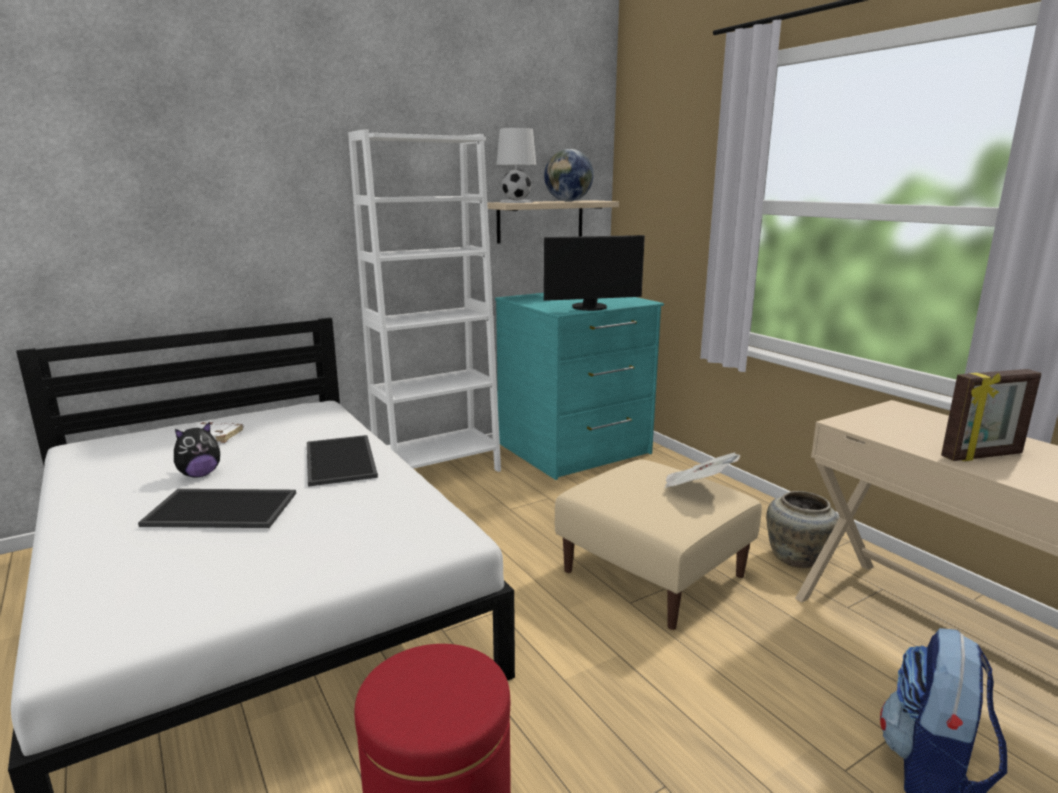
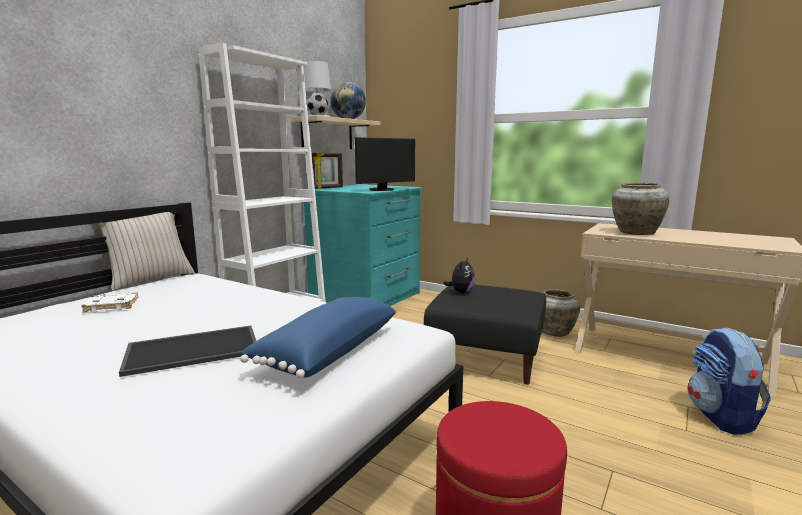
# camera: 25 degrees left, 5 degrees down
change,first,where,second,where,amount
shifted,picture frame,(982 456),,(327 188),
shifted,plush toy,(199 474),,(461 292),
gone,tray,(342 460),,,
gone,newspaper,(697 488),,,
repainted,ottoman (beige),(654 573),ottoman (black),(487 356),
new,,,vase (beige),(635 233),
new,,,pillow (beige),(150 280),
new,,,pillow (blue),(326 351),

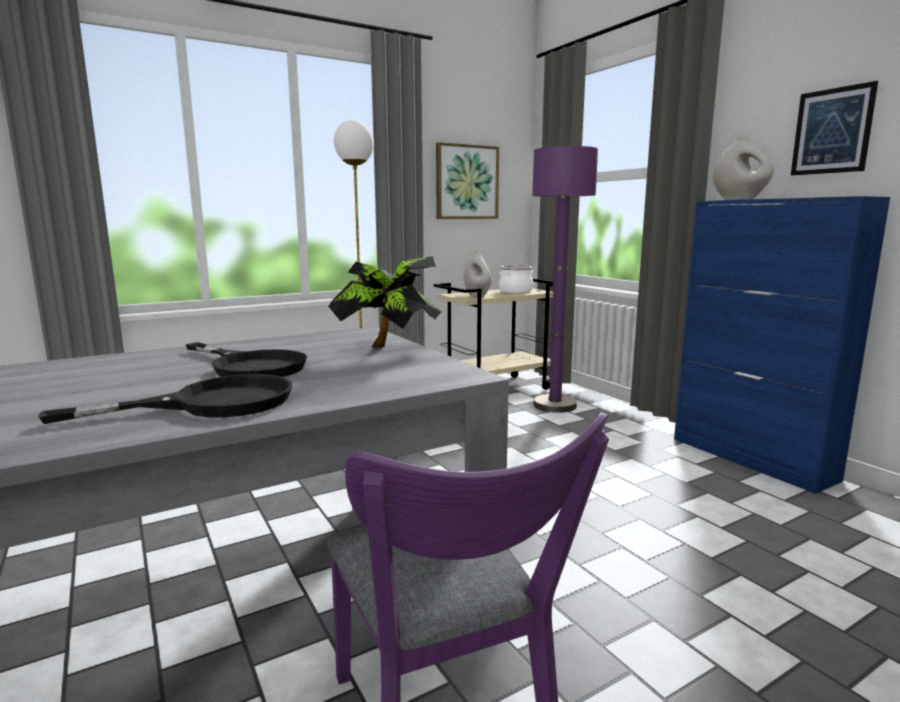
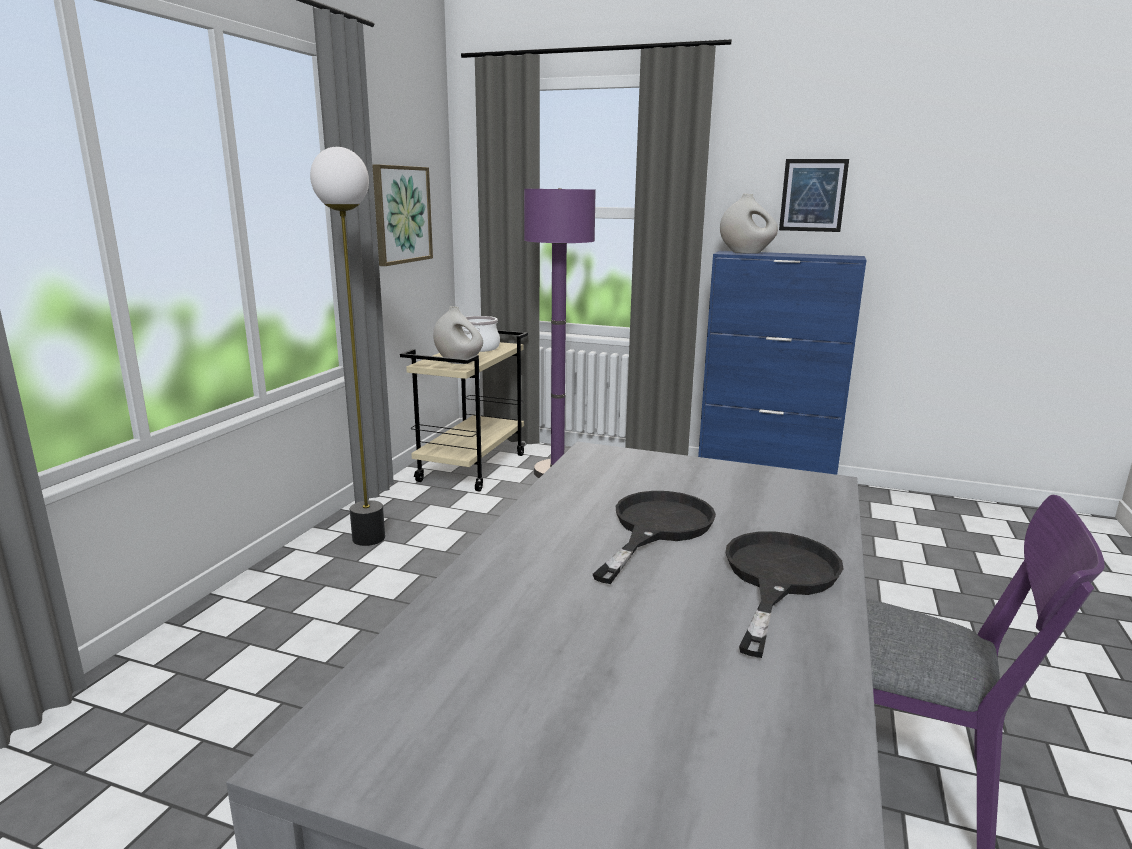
# camera: 40 degrees left, 5 degrees up
change,first,where,second,where,amount
gone,potted plant,(388 348),,,
rotated,frying pan (black),(250 366),,(656 528),60 degrees counterclockwise

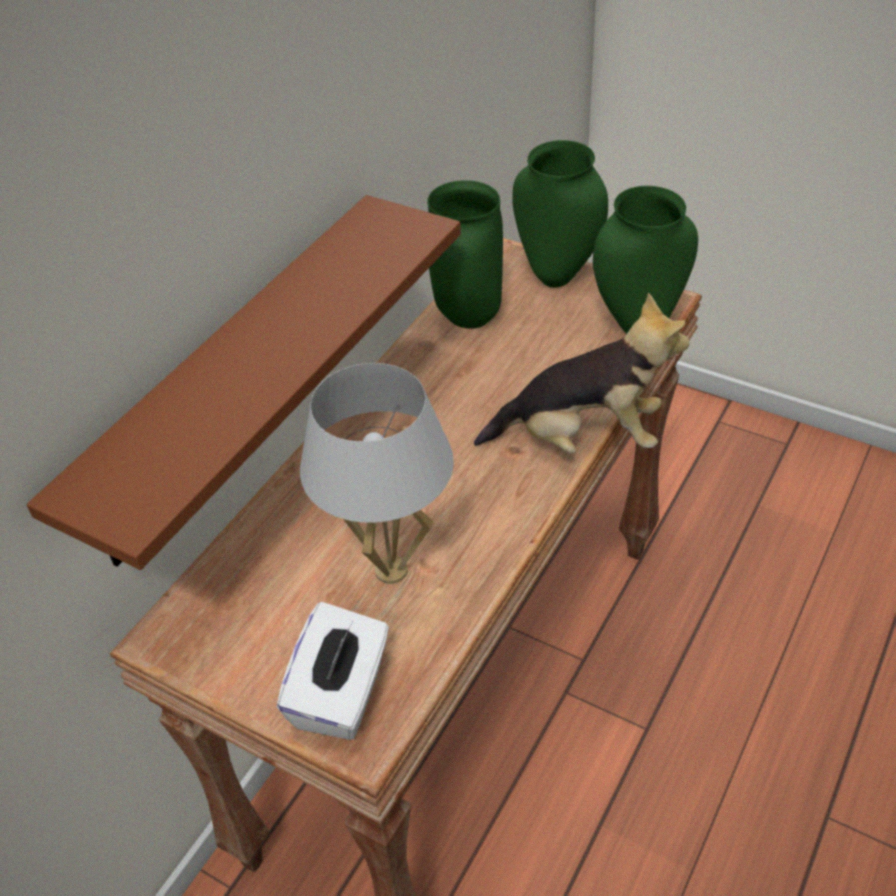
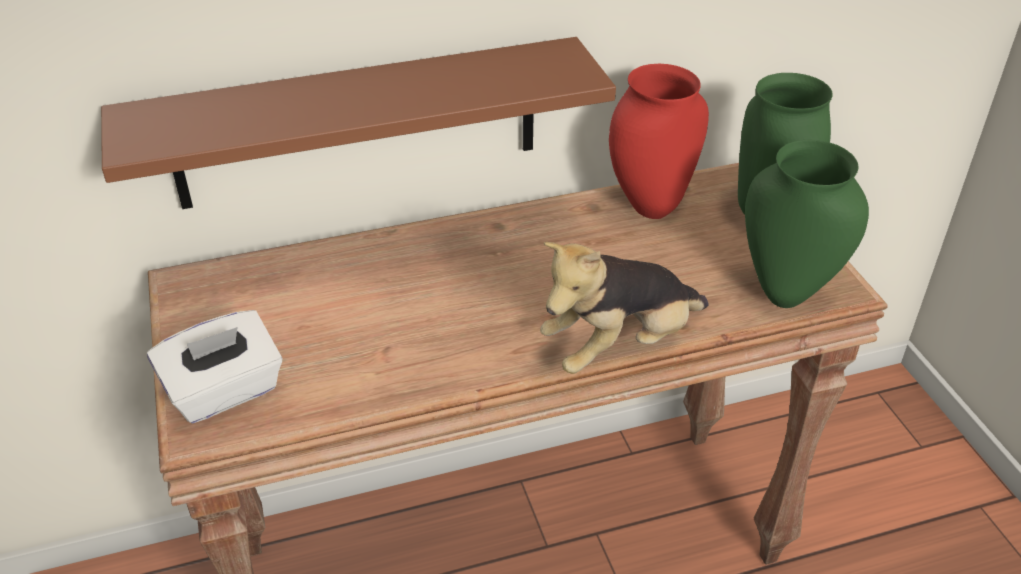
# camera: 40 degrees right, 5 degrees down
change,first,where,second,where,amount
repainted,vase (green),(466 318),vase (red),(649 206),
rotated,plush toy,(583 438),,(619 346),105 degrees clockwise
gone,table lamp (white),(391 571),,,

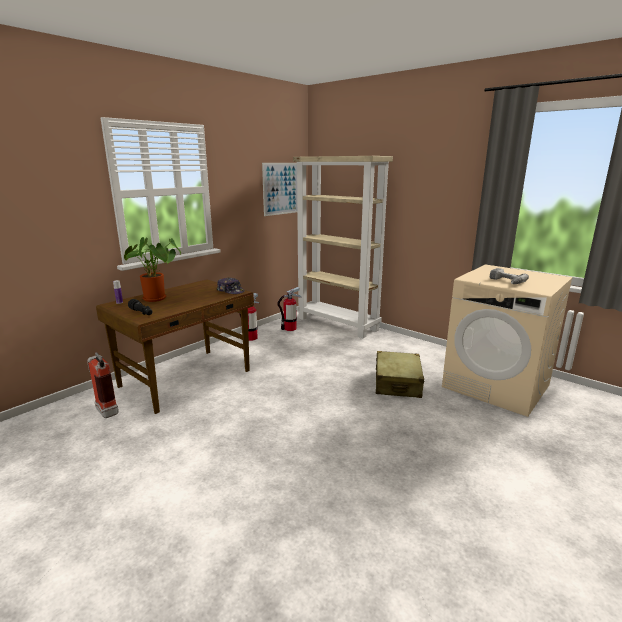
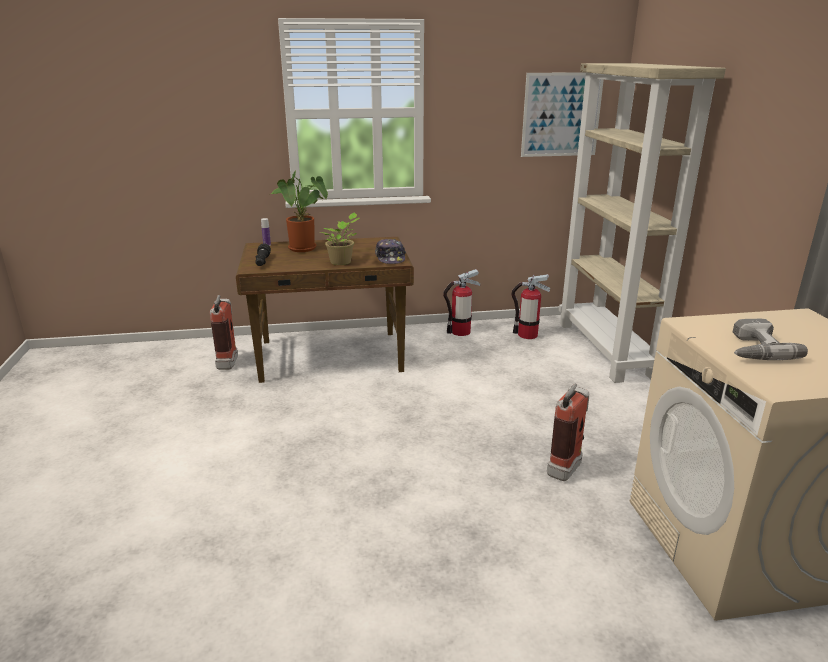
# camera: 40 degrees right, 5 degrees up
change,first,where,second,where,amount
swapped,suitcase (beige),(397 383),fire extinguisher,(567 466),
new,,,potted plant,(342 262),

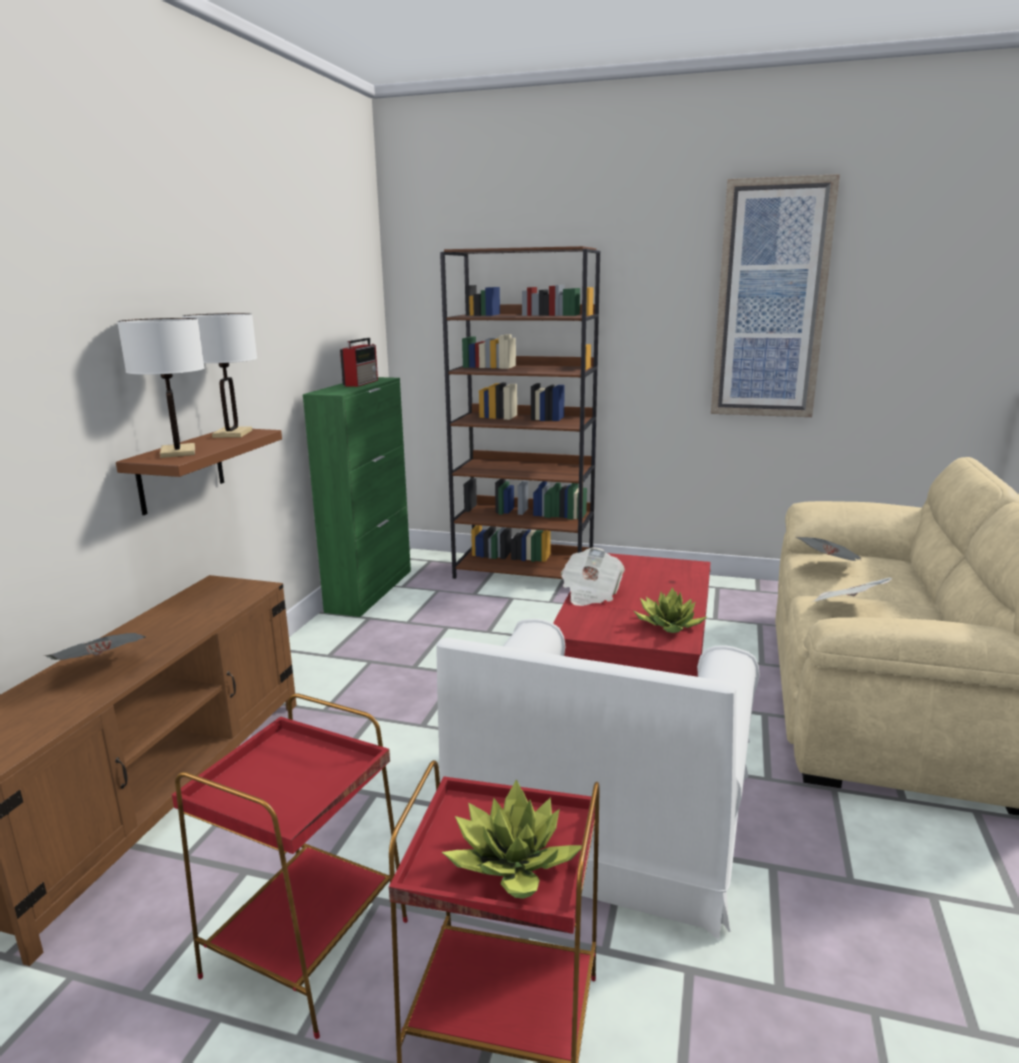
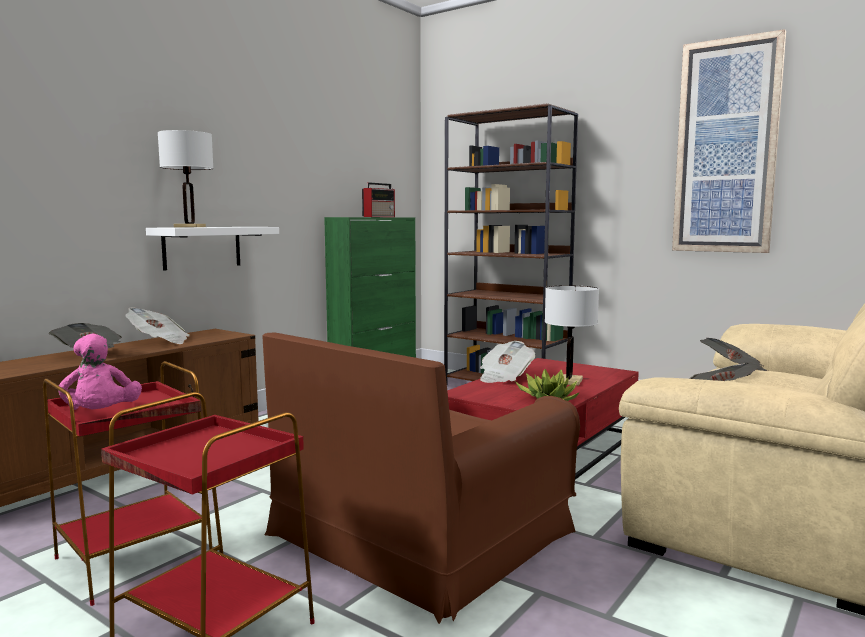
# camera: 20 degrees right, 10 degrees down
change,first,where,second,where,amount
shifted,table lamp (white),(232 434),,(569 381),
repainted,shelf (brown),(181 470),shelf (white),(202 247),
repainted,armchair (white),(601 817),armchair (brown),(419 533),
gone,potted plant,(513 864),,,
new,,,newspaper,(159 341),
new,,,plush toy (pink),(101 416),

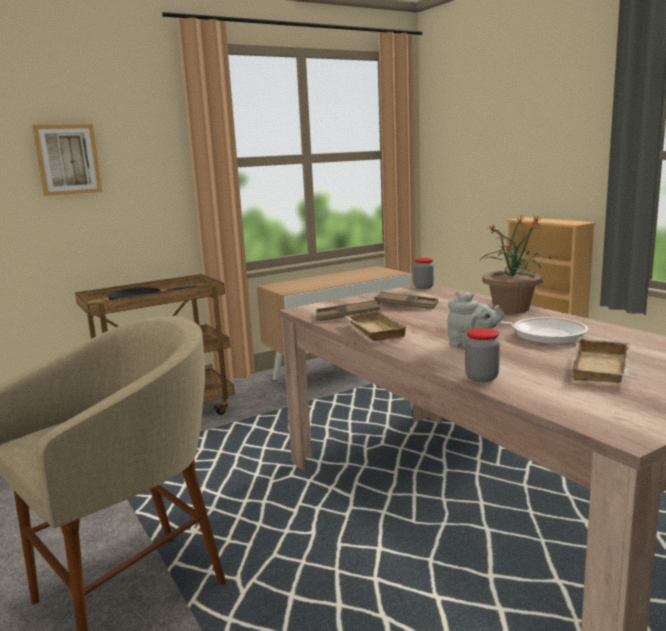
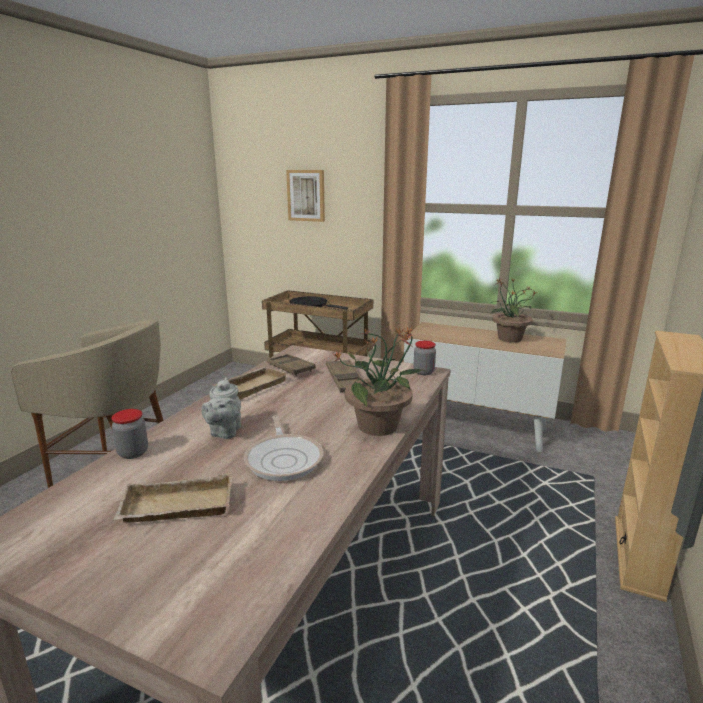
# camera: 55 degrees right, 5 degrees up
change,first,where,second,where,amount
new,,,potted plant,(509 339),

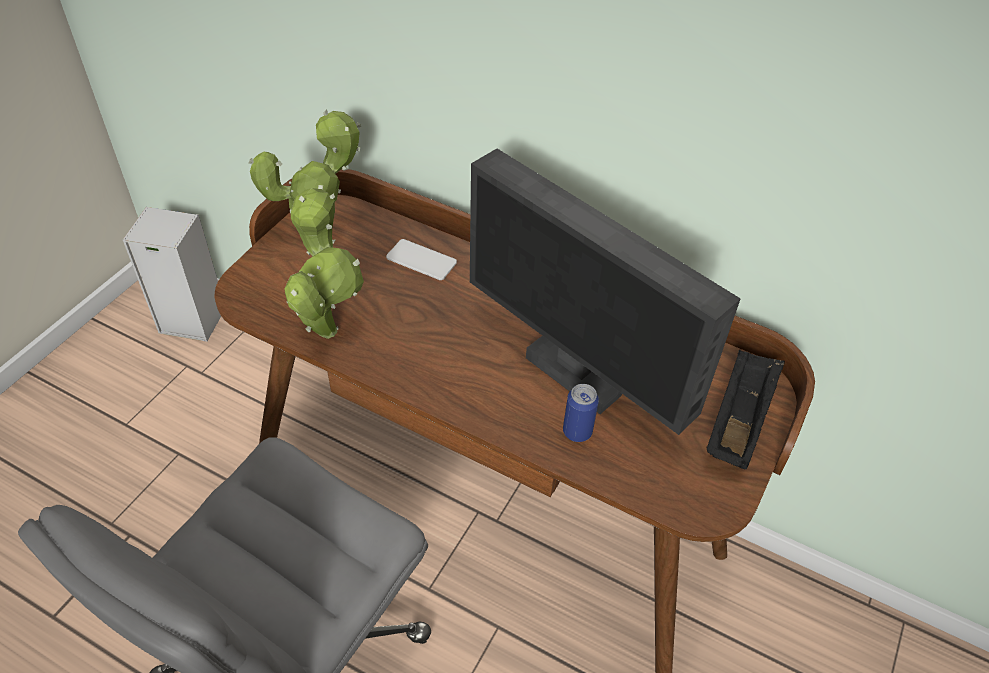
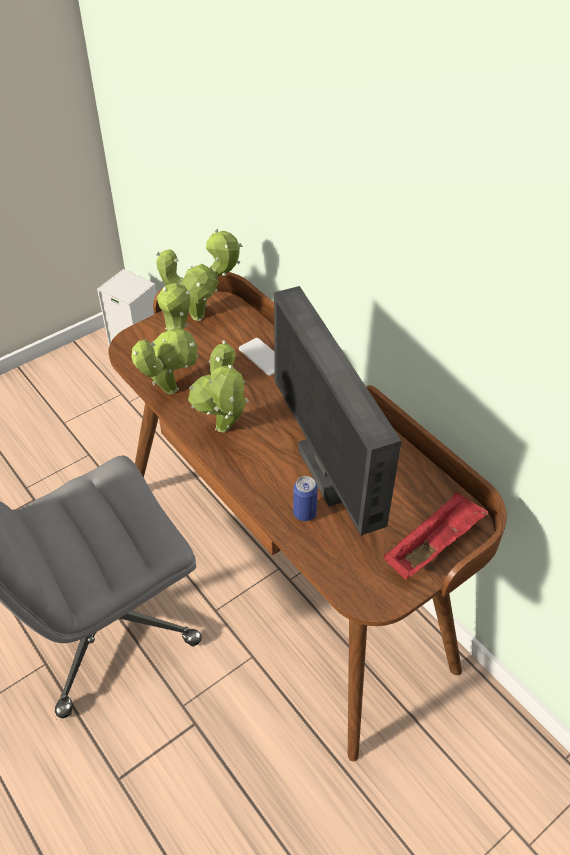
# camera: 25 degrees right, 0 degrees up
change,first,where,second,where,amount
repainted,tray (black),(738 420),tray (red),(433 545),
new,,,potted plant,(224 431),

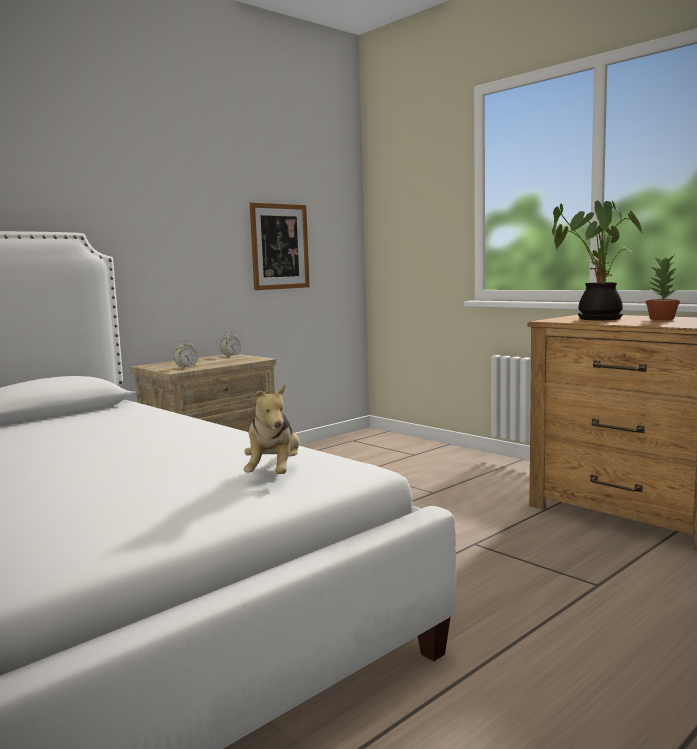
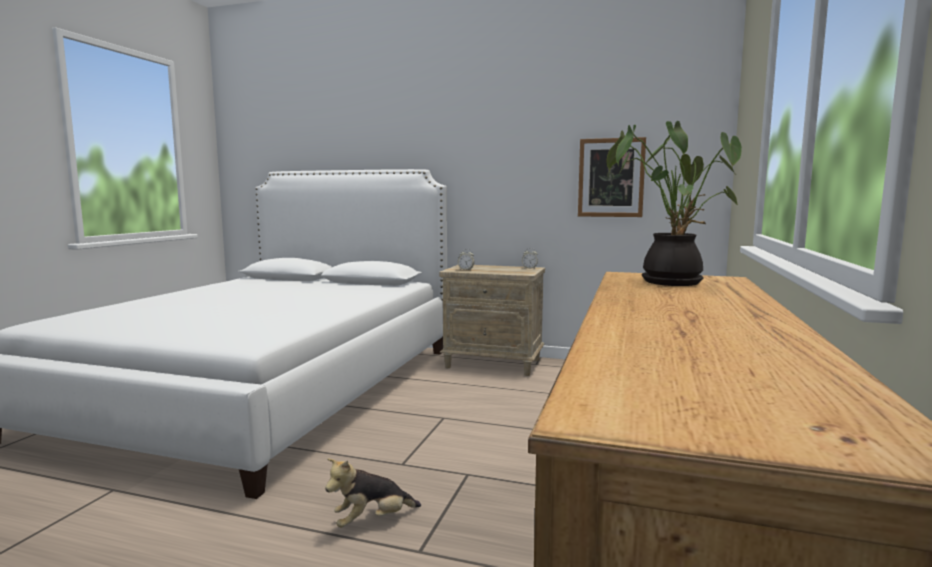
# camera: 60 degrees right, 0 degrees up
change,first,where,second,where,amount
gone,potted plant,(662 319),,,
shifted,plush toy,(275 473),,(372 521),

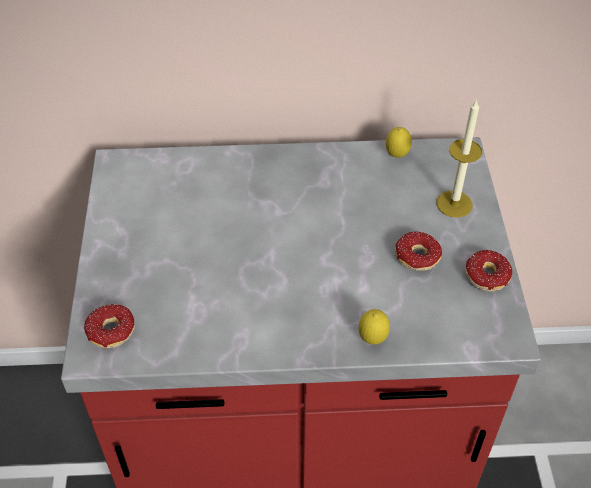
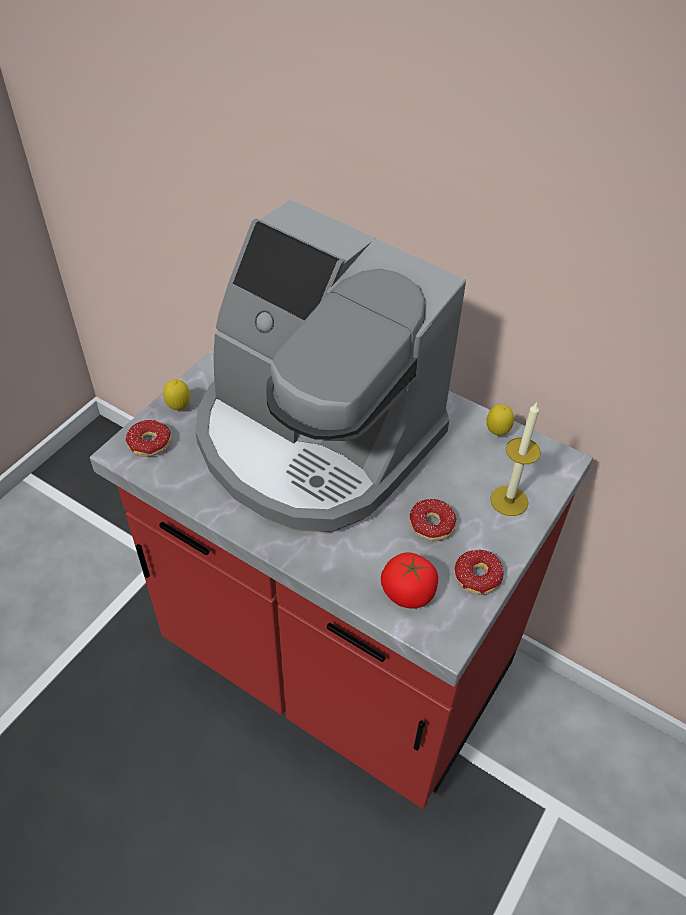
# camera: 35 degrees right, 0 degrees up
change,first,where,second,where,amount
shifted,lemon,(372 339),,(179 408),
new,,,coffee machine,(314 439),
new,,,tomato,(407 592),

